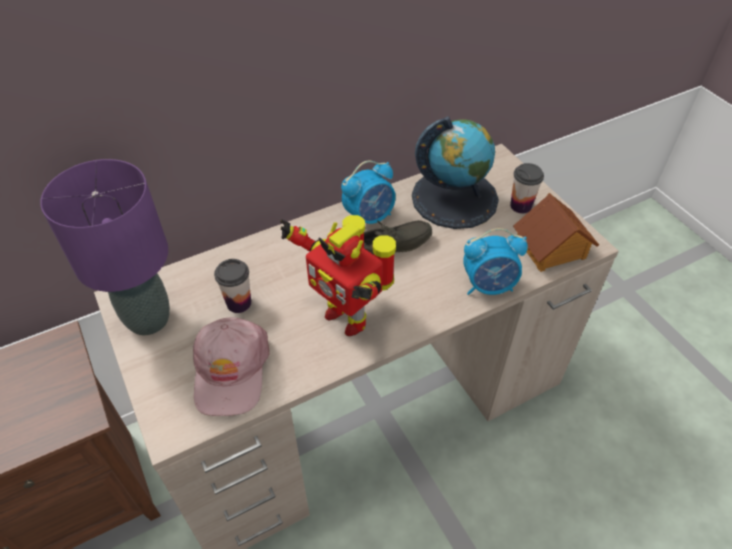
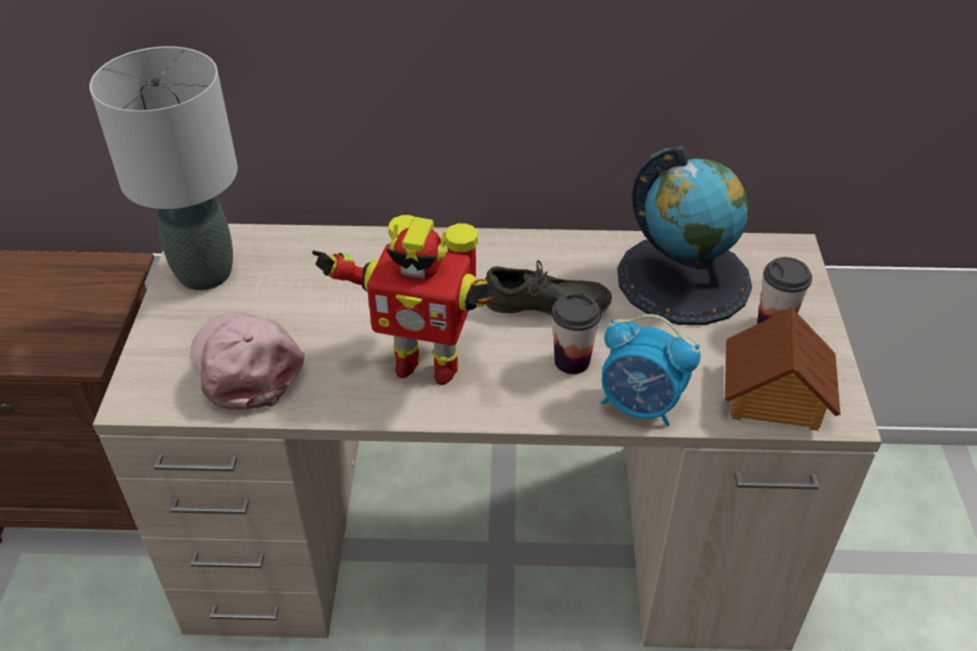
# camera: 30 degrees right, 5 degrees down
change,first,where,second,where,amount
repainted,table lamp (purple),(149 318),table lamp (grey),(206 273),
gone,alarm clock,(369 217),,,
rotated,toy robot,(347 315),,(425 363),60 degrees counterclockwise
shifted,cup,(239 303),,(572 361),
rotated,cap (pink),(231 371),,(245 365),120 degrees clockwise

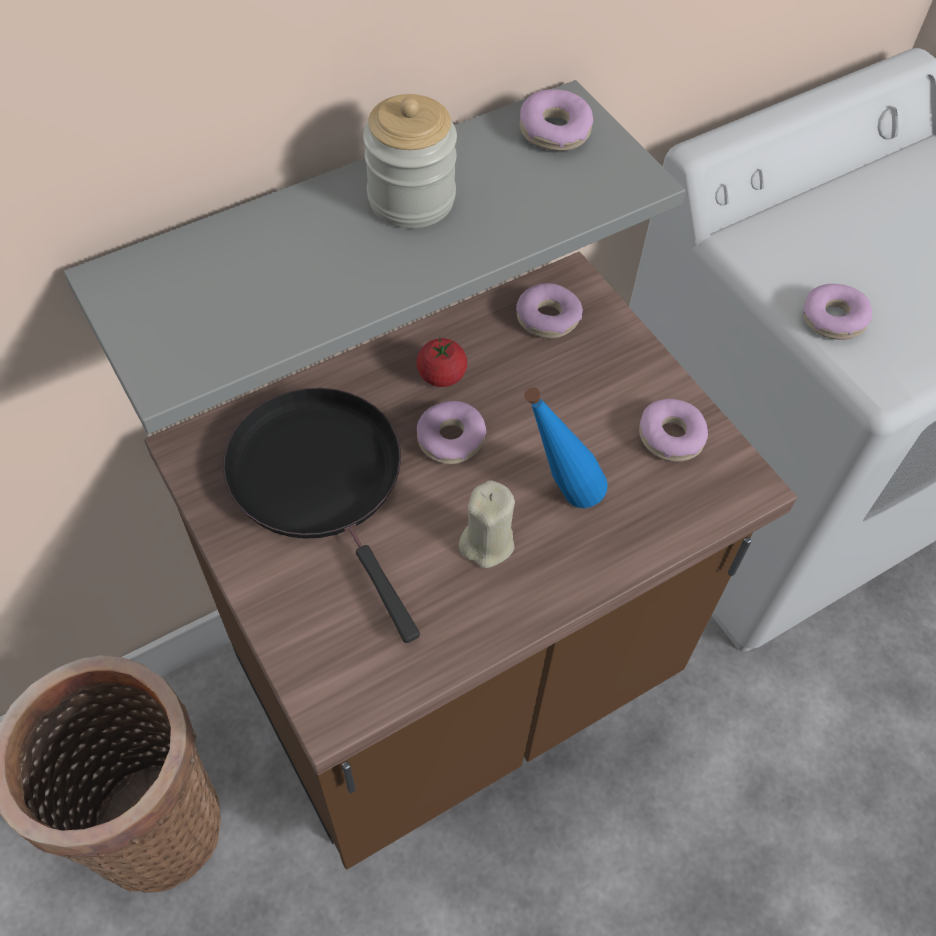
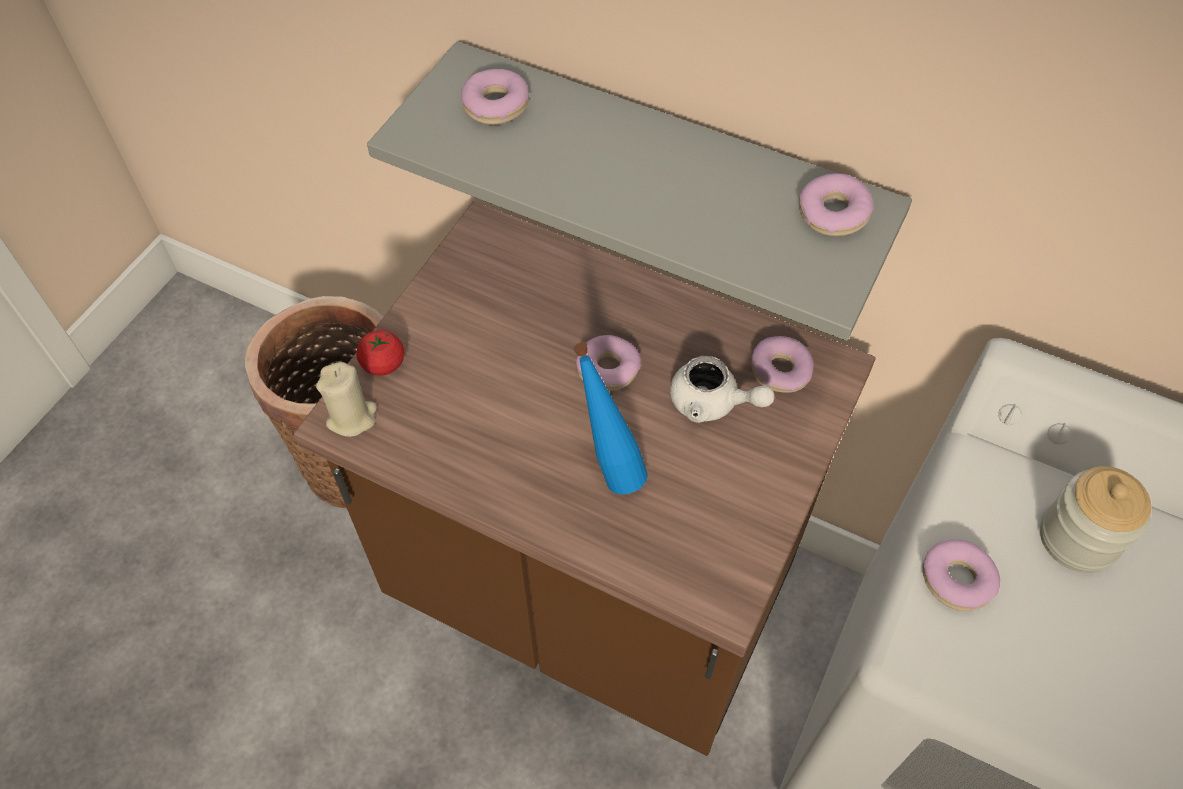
# camera: 60 degrees right, 0 degrees up
change,first,where,second,where,amount
shifted,jar,(411 199),,(1078 538),
shifted,tomato,(441 375),,(383 364),
gone,frying pan (black),(322 480),,,
shifted,donut,(671 436),,(496 105),
shifted,candle (beige),(487 543),,(352 417),
new,,,teapot (white),(712 403),

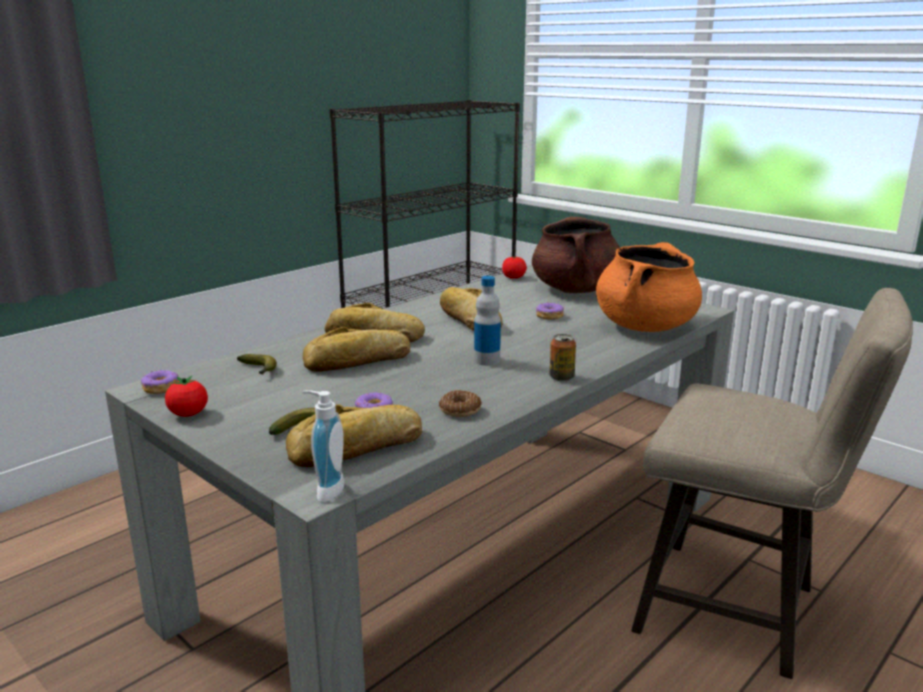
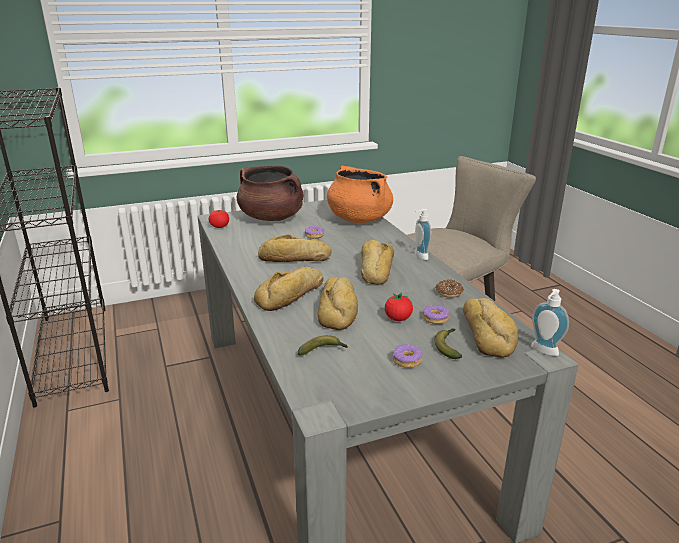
# camera: 65 degrees left, 5 degrees up
change,first,where,second,where,amount
swapped,bottle,(487 360),bread,(375 269),
swapped,can,(561 377),soap dispenser,(419 256),
shifted,donut,(160 388),,(407 361),
shifted,tomato,(188 414),,(398 319),

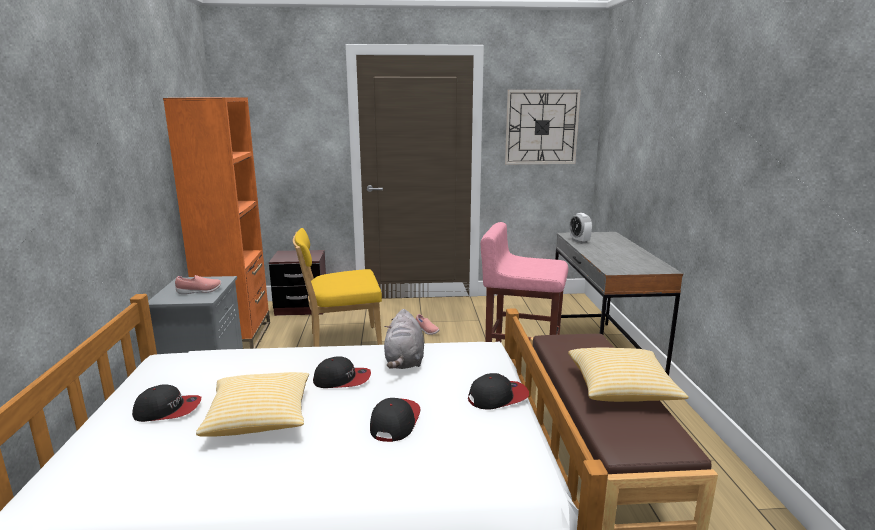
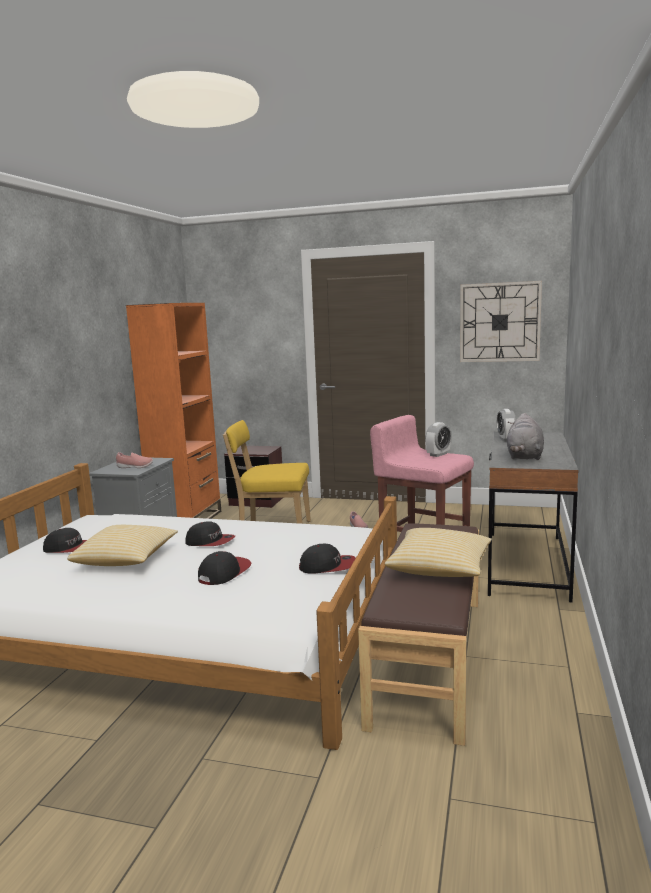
# camera: 20 degrees right, 5 degrees down
change,first,where,second,where,amount
shifted,plush toy (grey),(404 361),,(524 457),
new,,,alarm clock,(438 454),

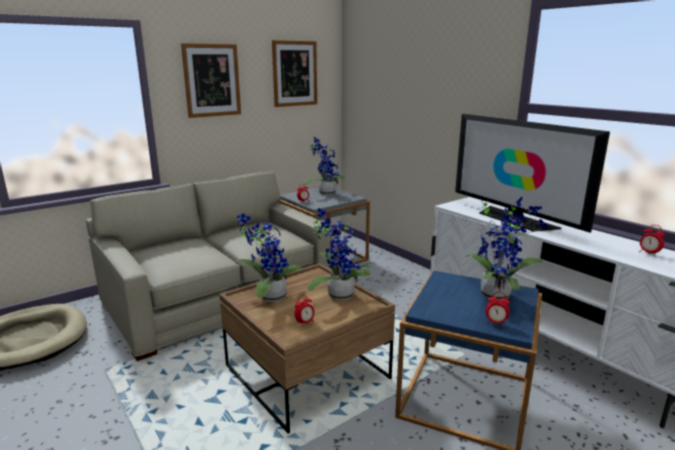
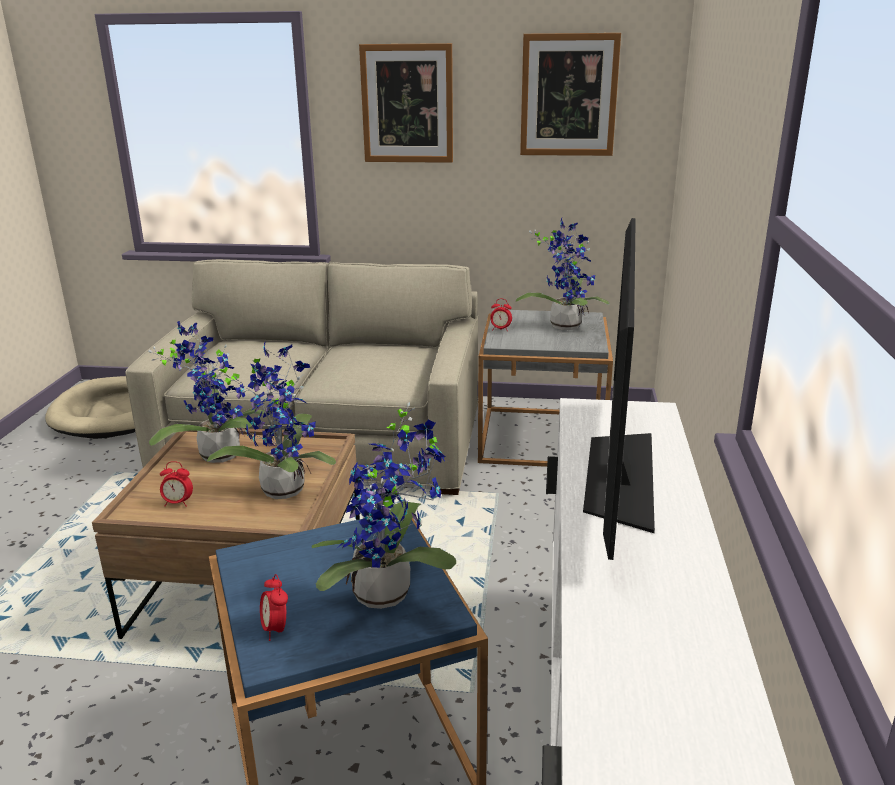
# camera: 45 degrees right, 5 degrees up
change,first,where,second,where,amount
gone,alarm clock,(648 253),,,

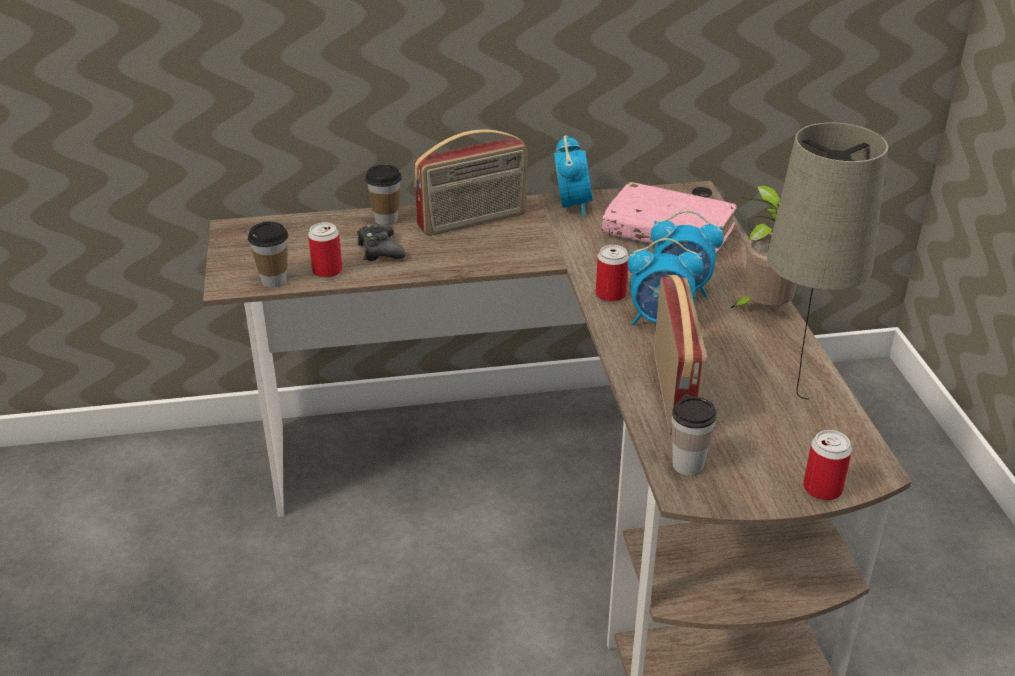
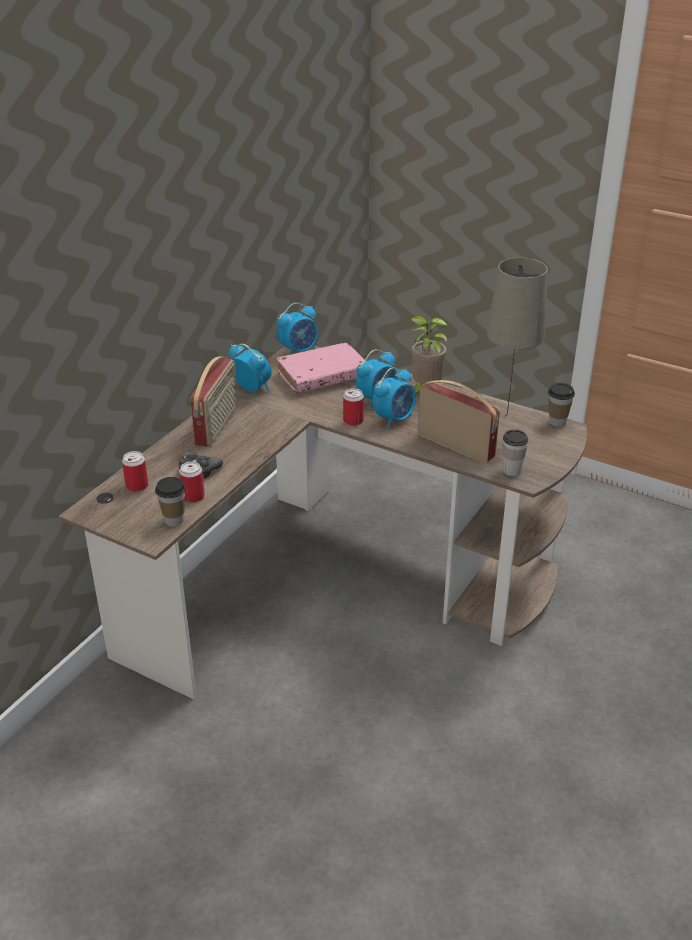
# camera: 50 degrees left, 0 degrees up
change,first,where,second,where,amount
shifted,cup,(386 219),,(557 422),
shifted,can,(822 489),,(137 486),
new,,,alarm clock,(299 351),

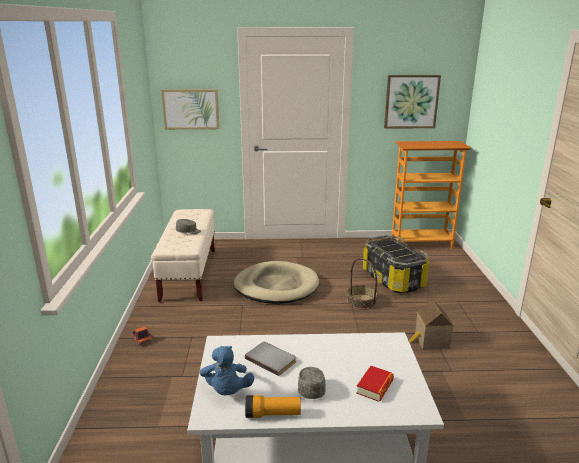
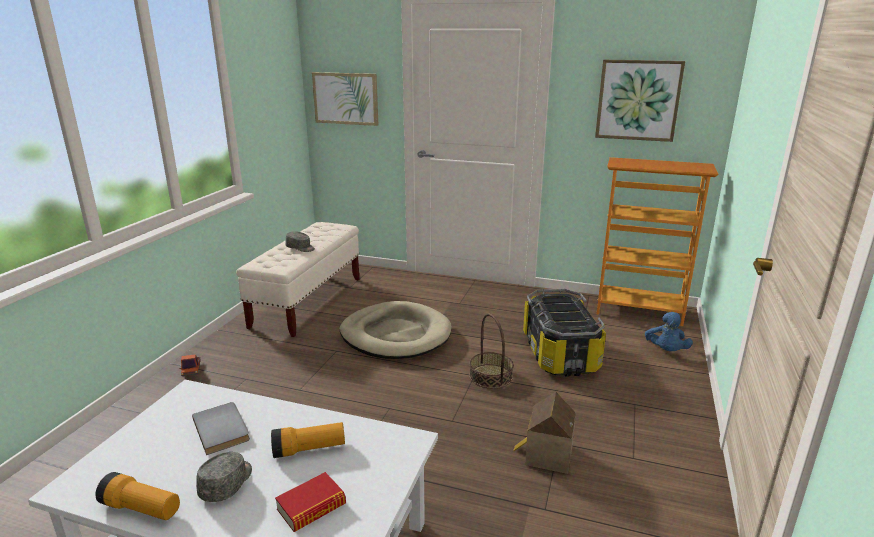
# camera: 20 degrees right, 0 degrees up
change,first,where,second,where,amount
shifted,plush toy (blue),(227 391),,(666 351),
new,,,flashlight,(309 449),

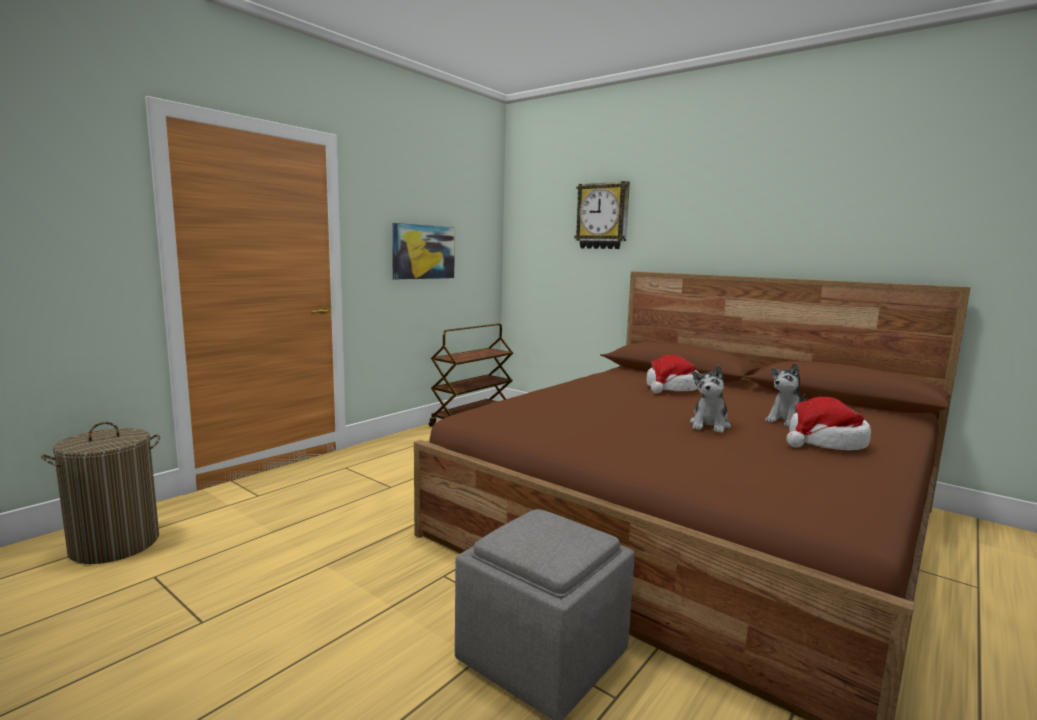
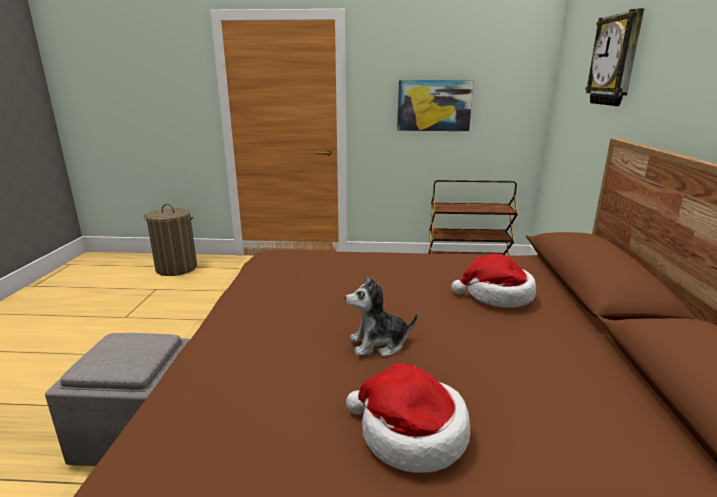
# camera: 55 degrees right, 10 degrees up
change,first,where,second,where,amount
gone,plush toy,(788 421),,,

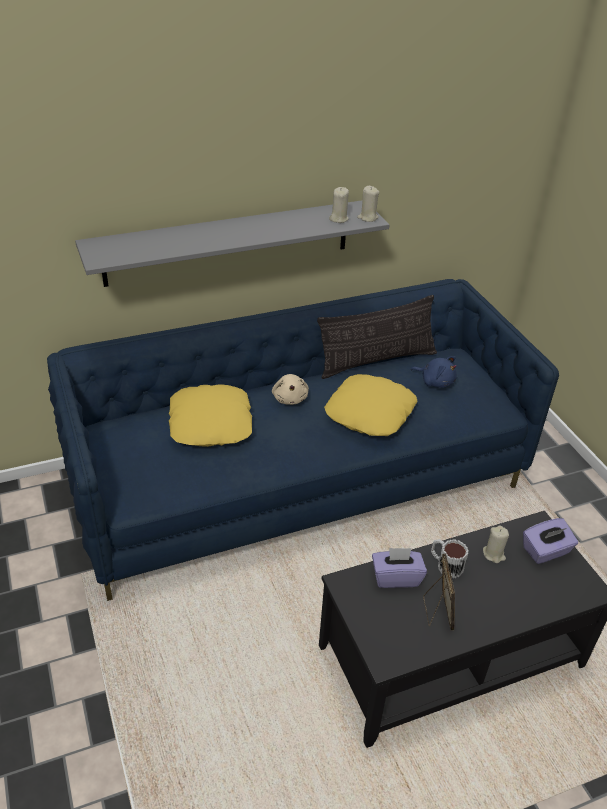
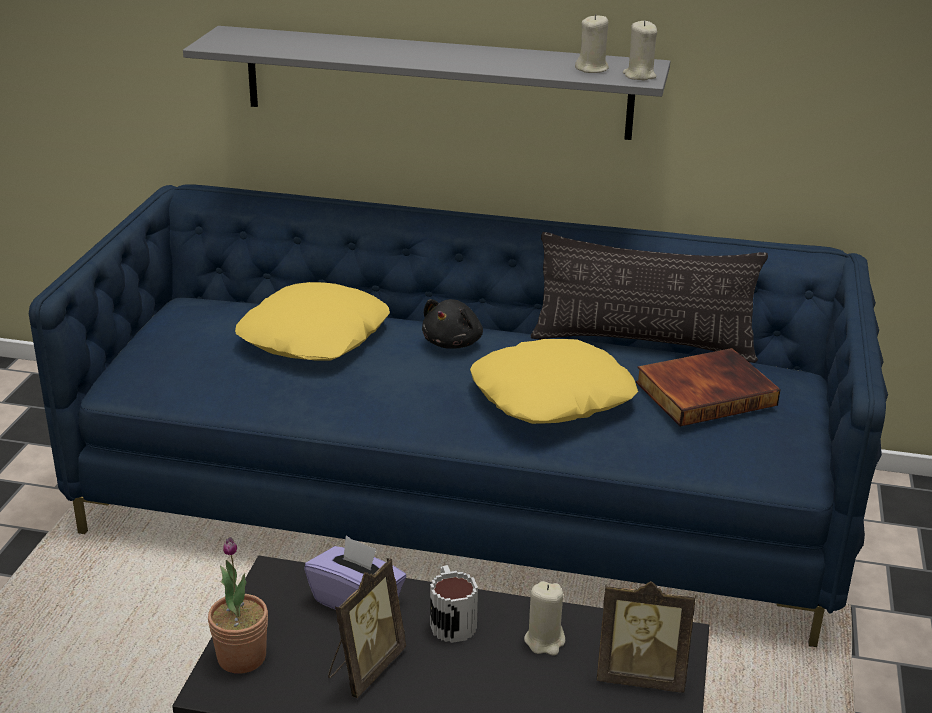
# camera: 35 degrees right, 10 degrees down
change,first,where,second,where,amount
swapped,plush toy (blue),(435 381),book,(705 392),
repainted,plush toy (beige),(290 398),plush toy (black),(453 343),
swapped,tissue box (purple),(546 551),picture frame,(641 676),
new,,,potted plant,(241 657),

